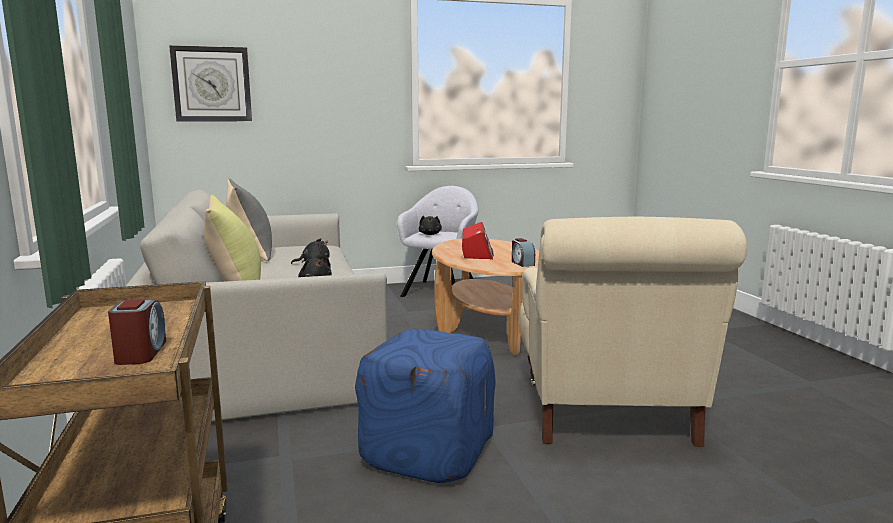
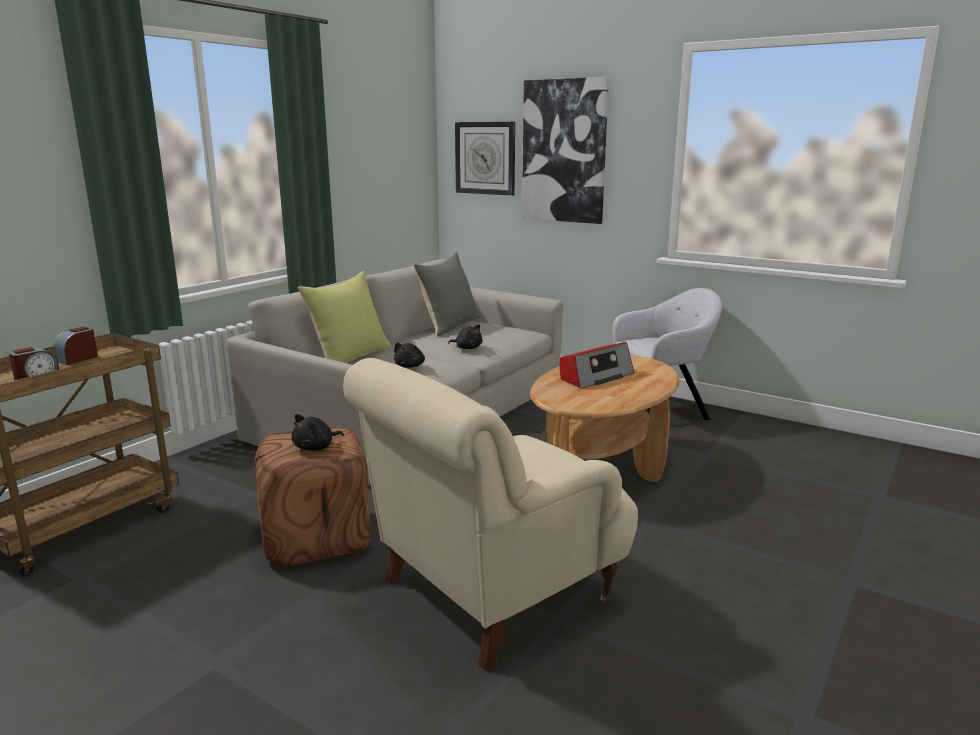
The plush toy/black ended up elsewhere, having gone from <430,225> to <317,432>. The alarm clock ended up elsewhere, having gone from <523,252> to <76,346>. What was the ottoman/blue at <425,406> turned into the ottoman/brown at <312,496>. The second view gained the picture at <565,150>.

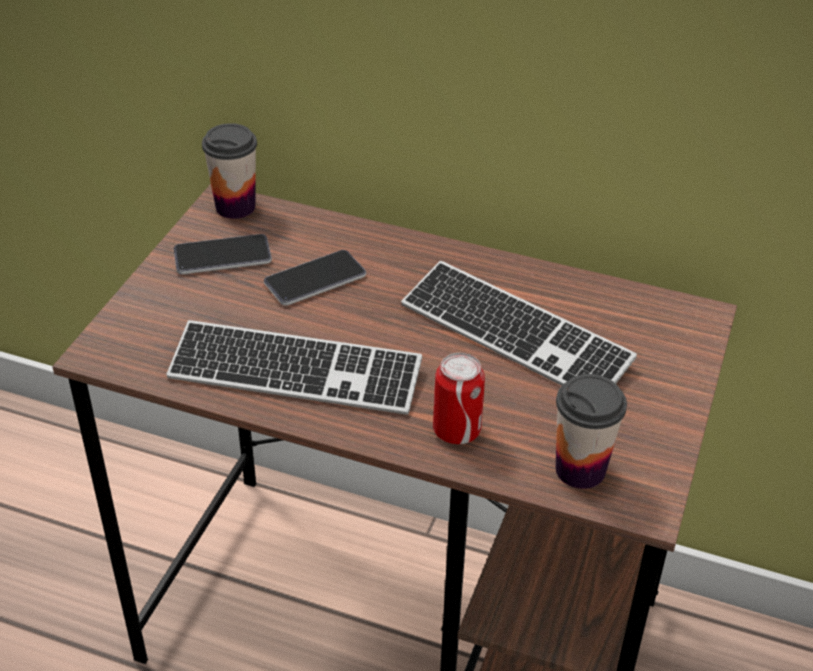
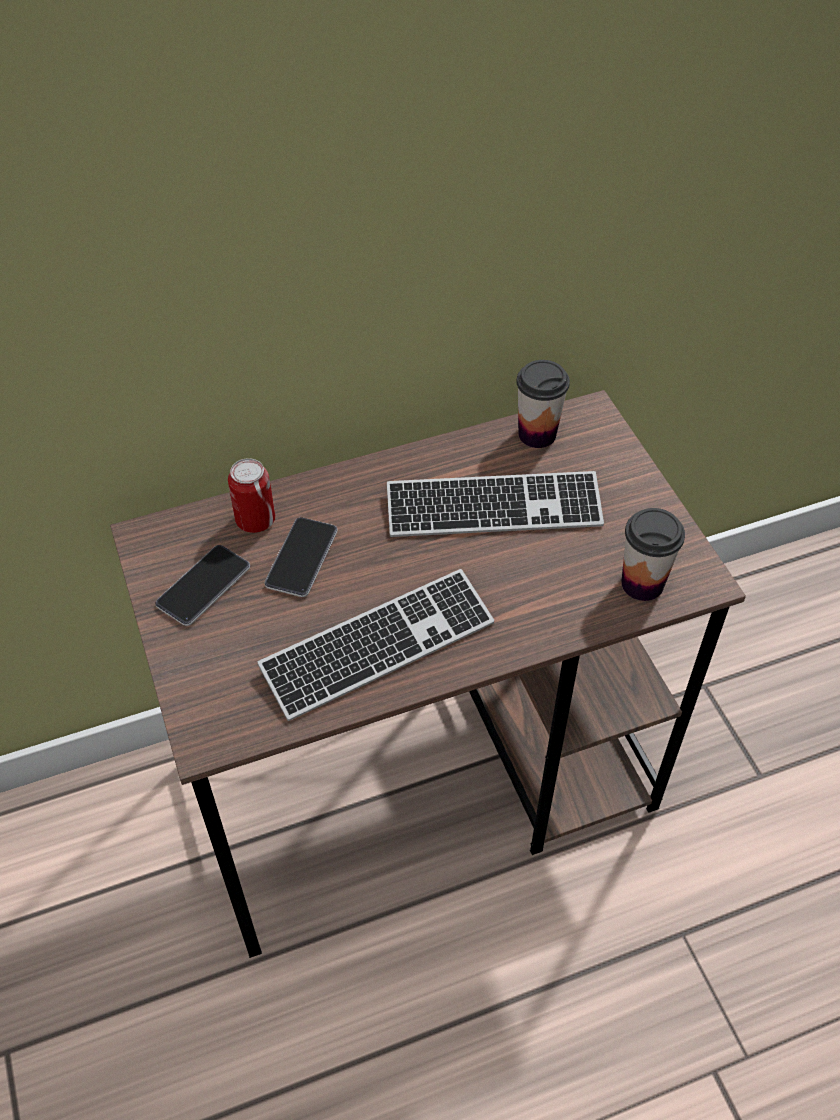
The cup ended up elsewhere, having gone from <229,171> to <543,404>. The can ended up elsewhere, having gone from <459,398> to <251,495>.

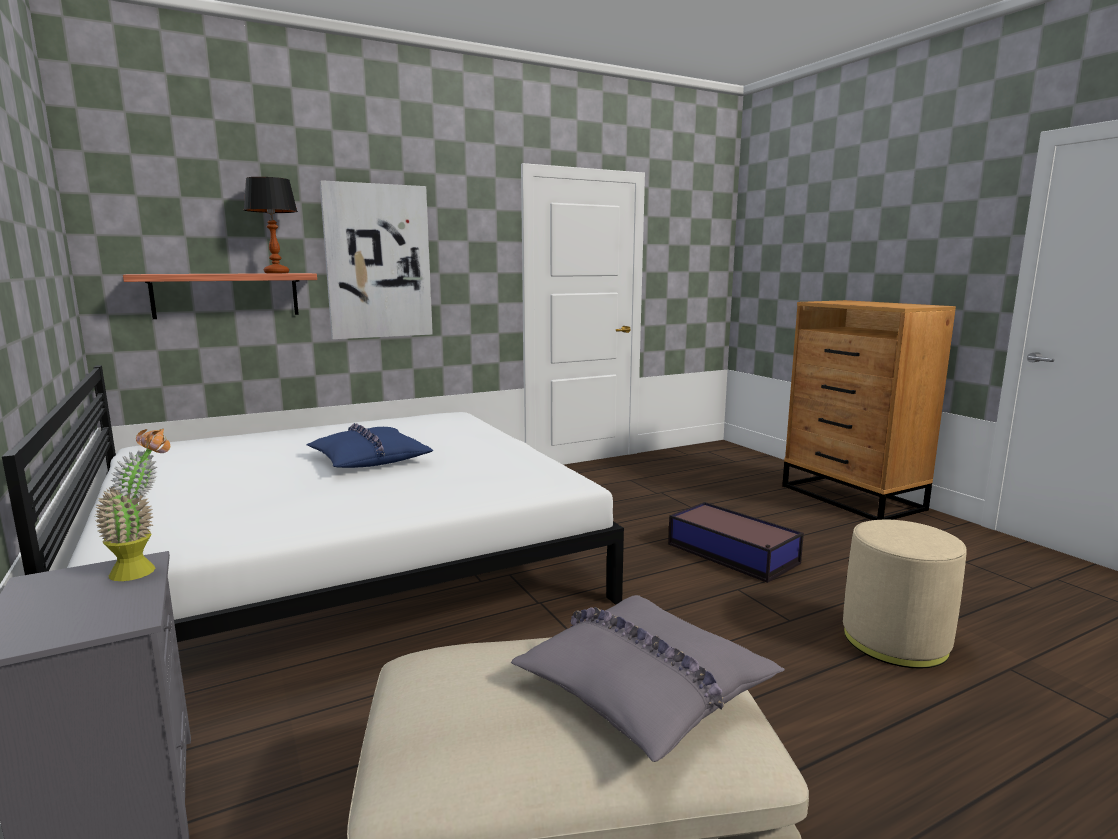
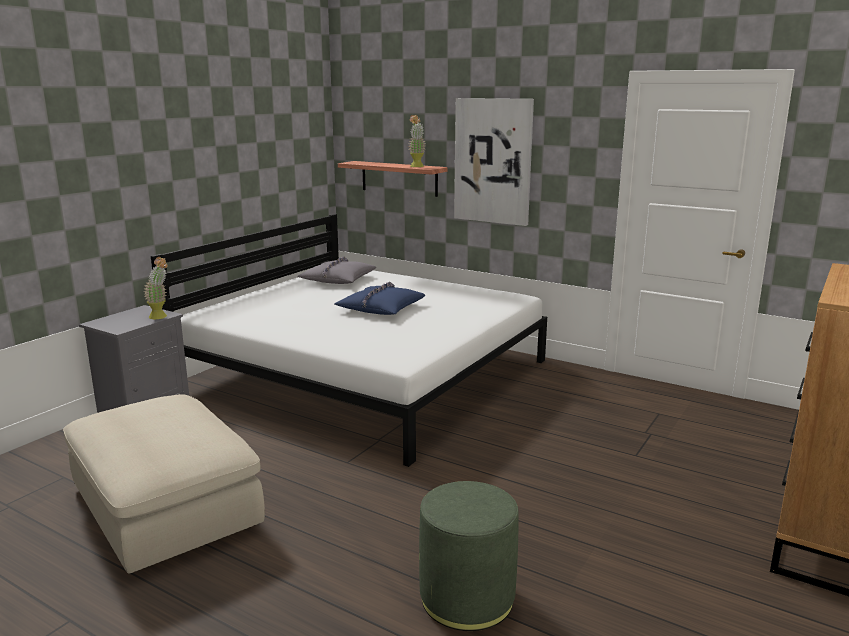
Where the table lamp stood at <271,225>, the potted plant came to stand at <417,141>. The second view lost the storage box at <736,542>. What was the ottoman/beige at <905,594> turned into the ottoman/green at <469,556>. The pillow/grey ended up elsewhere, having gone from <648,678> to <337,270>.

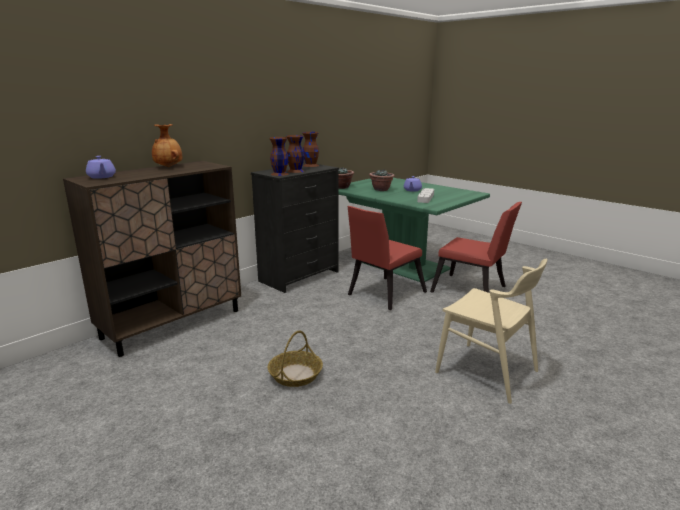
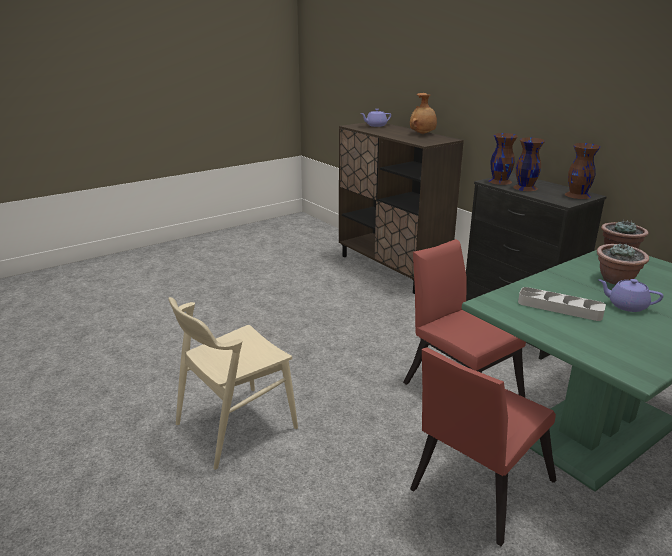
The second view lost the basket at <295,359>.

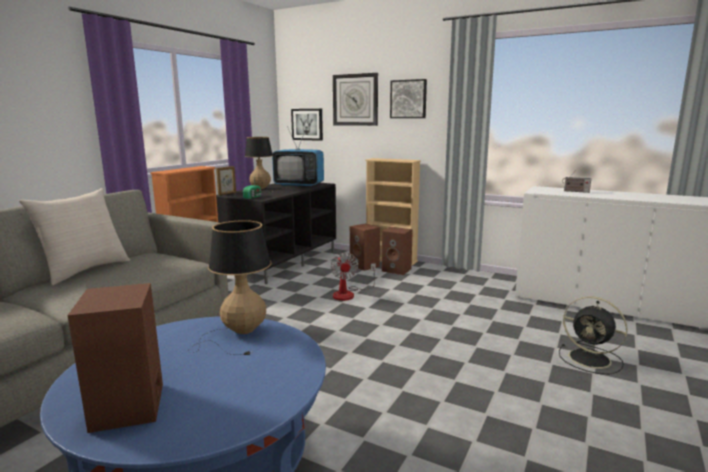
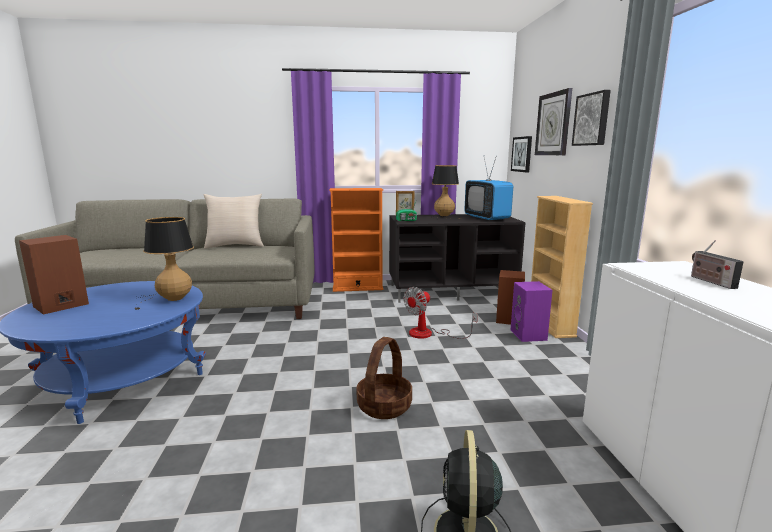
What was the speaker/brown at <397,251> turned into the speaker/purple at <532,311>. The second view gained the basket at <384,378>.

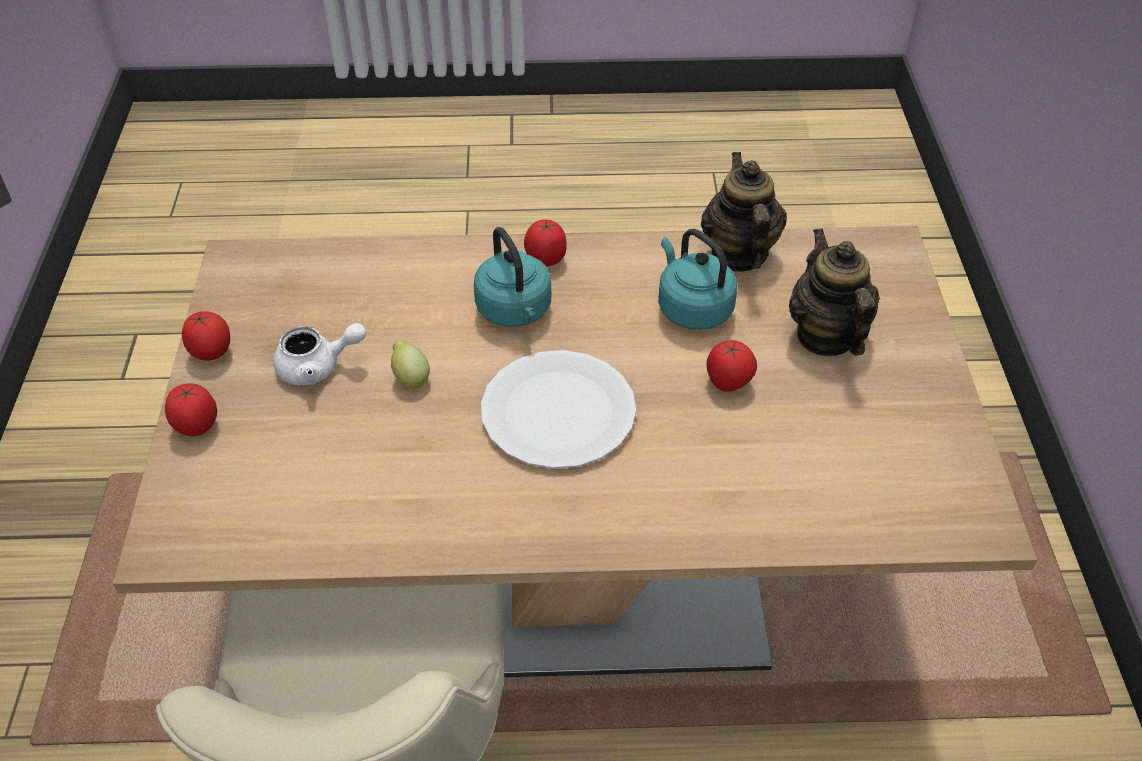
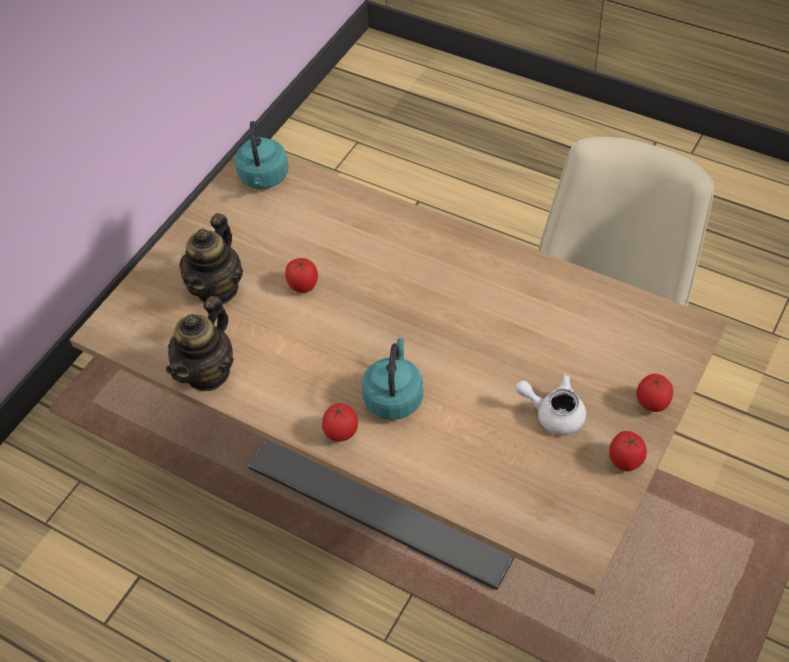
The kettle/turquoise ended up elsewhere, having gone from <697,279> to <261,155>. The second view lost the lemon at <410,363>. The second view lost the plate/white at <558,409>.

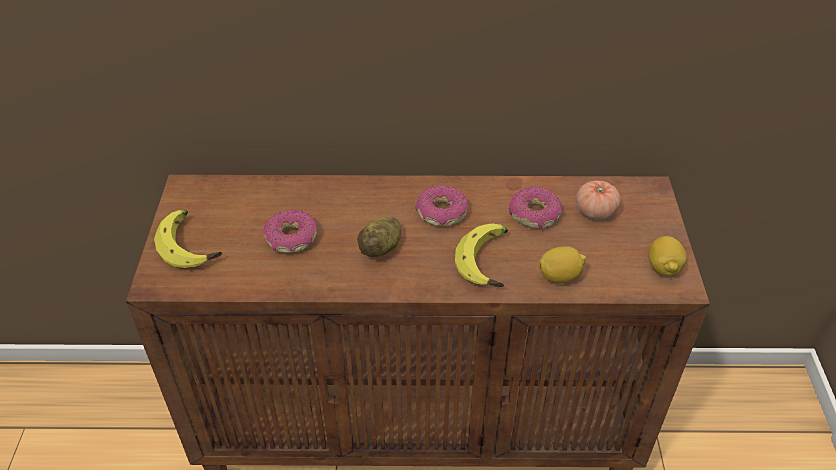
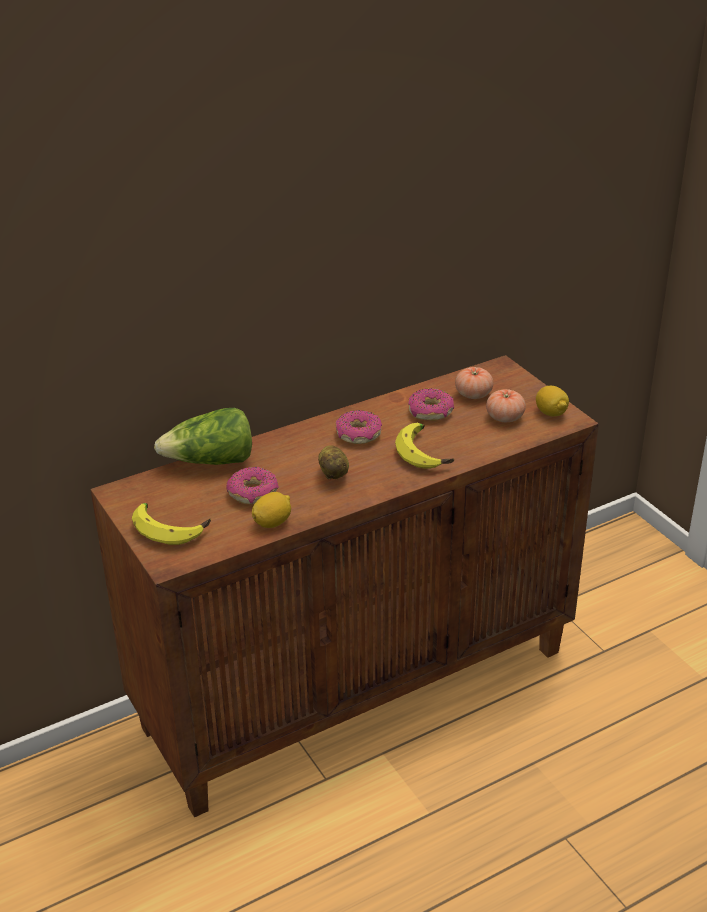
The lemon ended up elsewhere, having gone from <562,264> to <271,510>. The second view gained the tomato at <506,405>. The second view gained the lettuce at <203,436>.

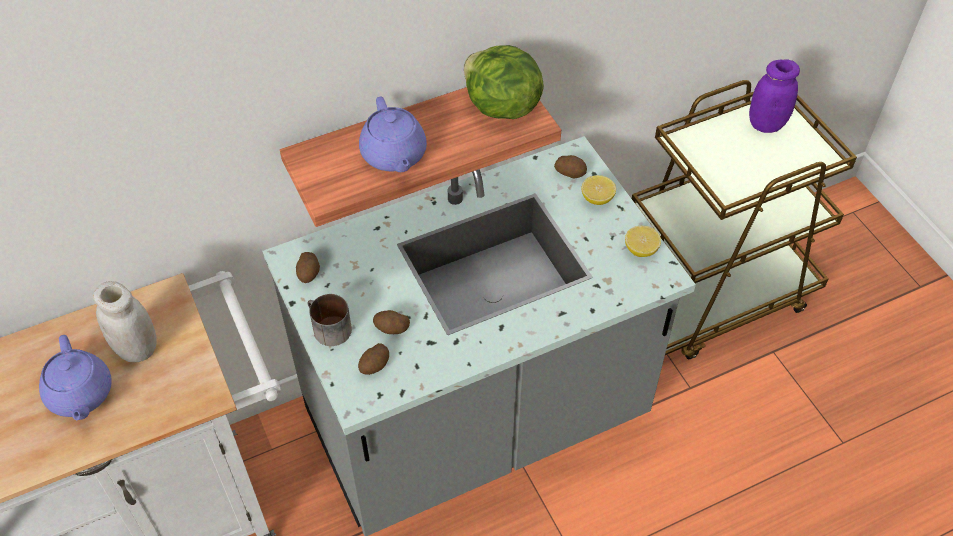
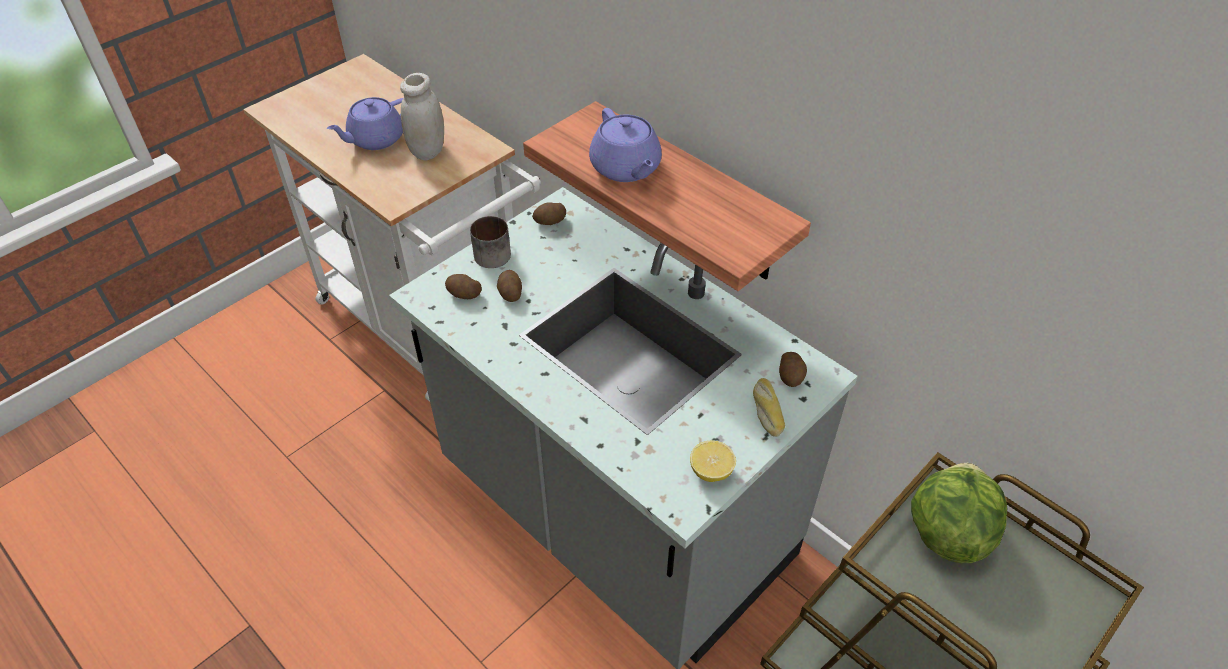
The lettuce ended up elsewhere, having gone from <504,82> to <959,513>. The second view lost the jar/purple at <774,96>. The teapot/purple at <393,134> ended up facing another way, 75 degrees counterclockwise from before. Where the lemon stood at <598,190>, the bread came to stand at <769,407>.

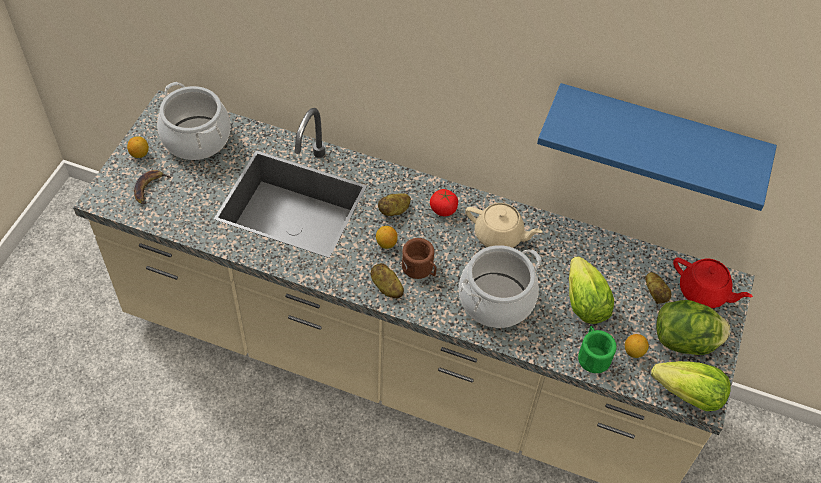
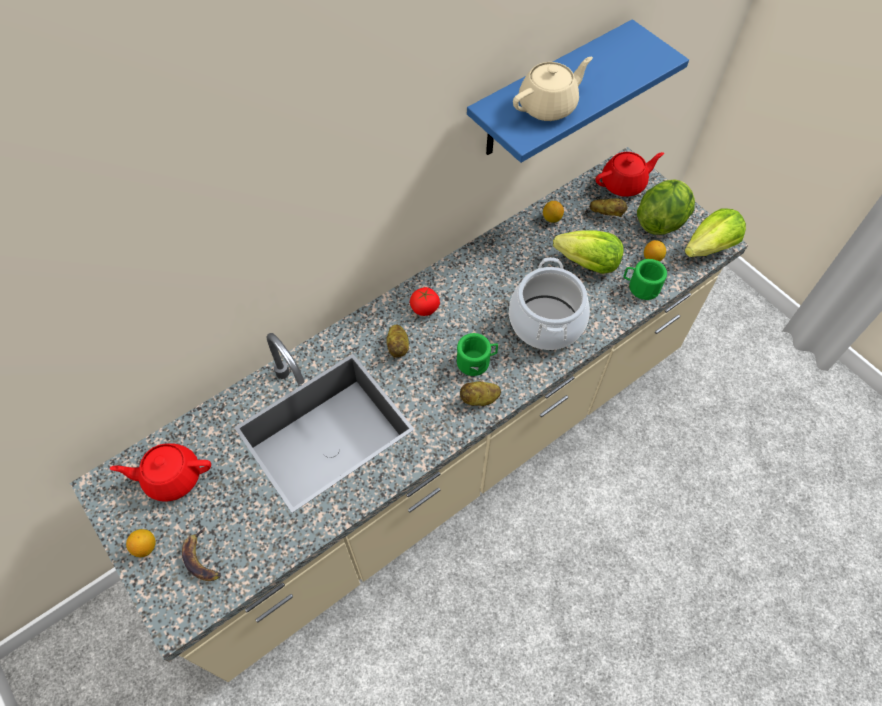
Where the cooking pot stood at <194,121>, the teapot/red came to stand at <160,472>. The teapot/beige ended up elsewhere, having gone from <504,225> to <553,89>. The lemon ended up elsewhere, having gone from <387,237> to <553,212>. What was the mug/brown at <419,258> turned into the mug/green at <477,354>.

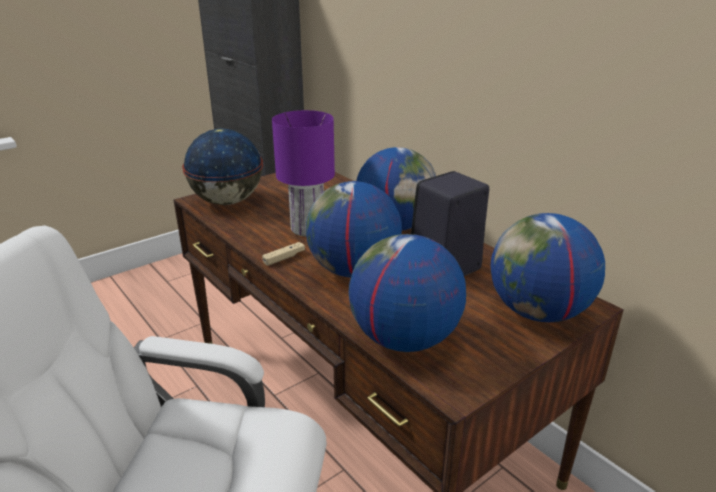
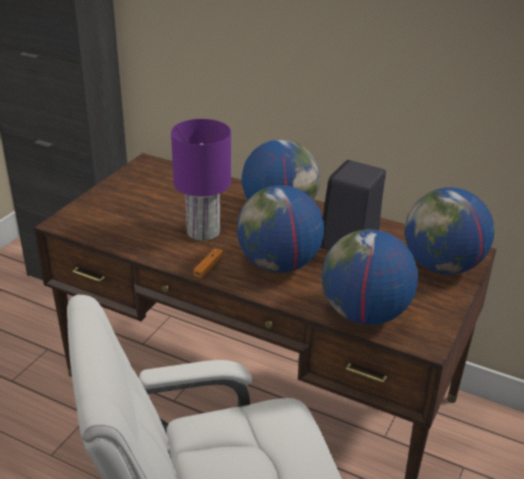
The second view lost the globe at <222,167>. What was the game controller/beige at <283,254> turned into the game controller/orange at <208,263>.

